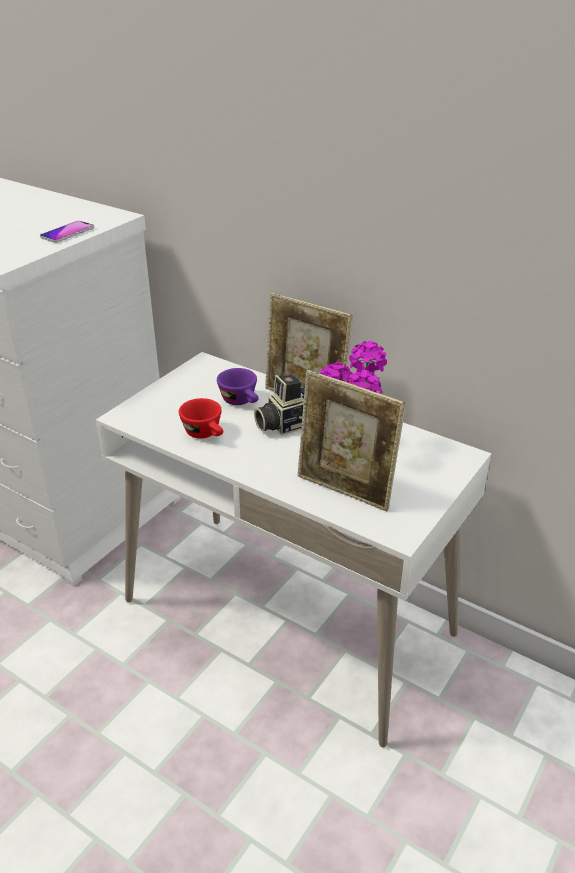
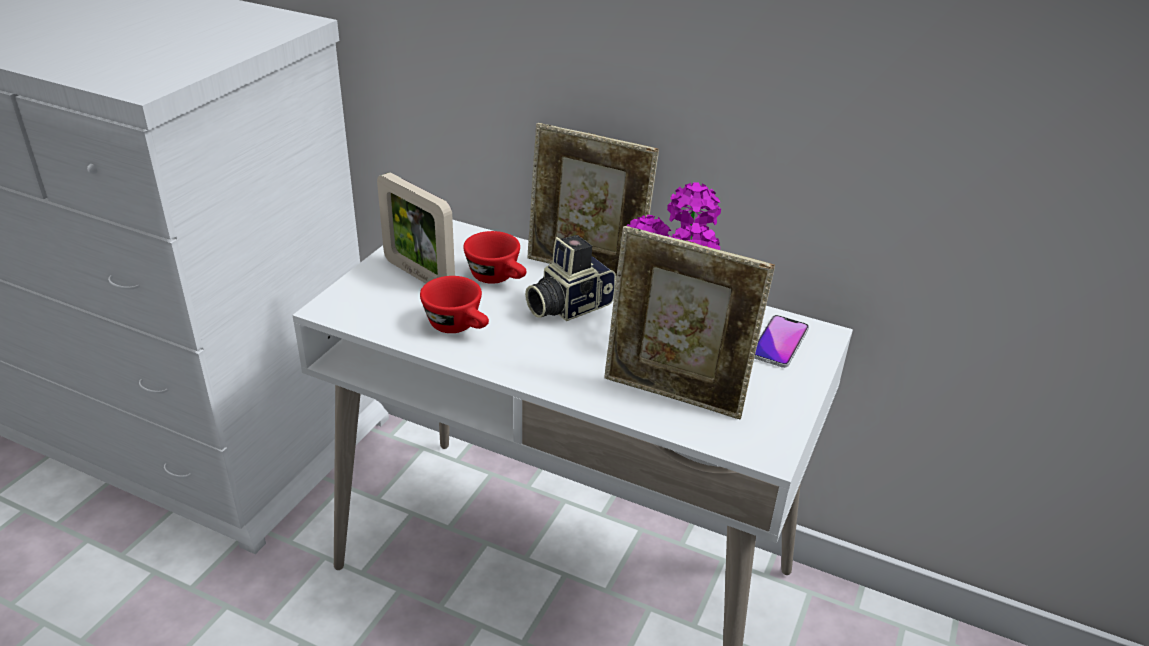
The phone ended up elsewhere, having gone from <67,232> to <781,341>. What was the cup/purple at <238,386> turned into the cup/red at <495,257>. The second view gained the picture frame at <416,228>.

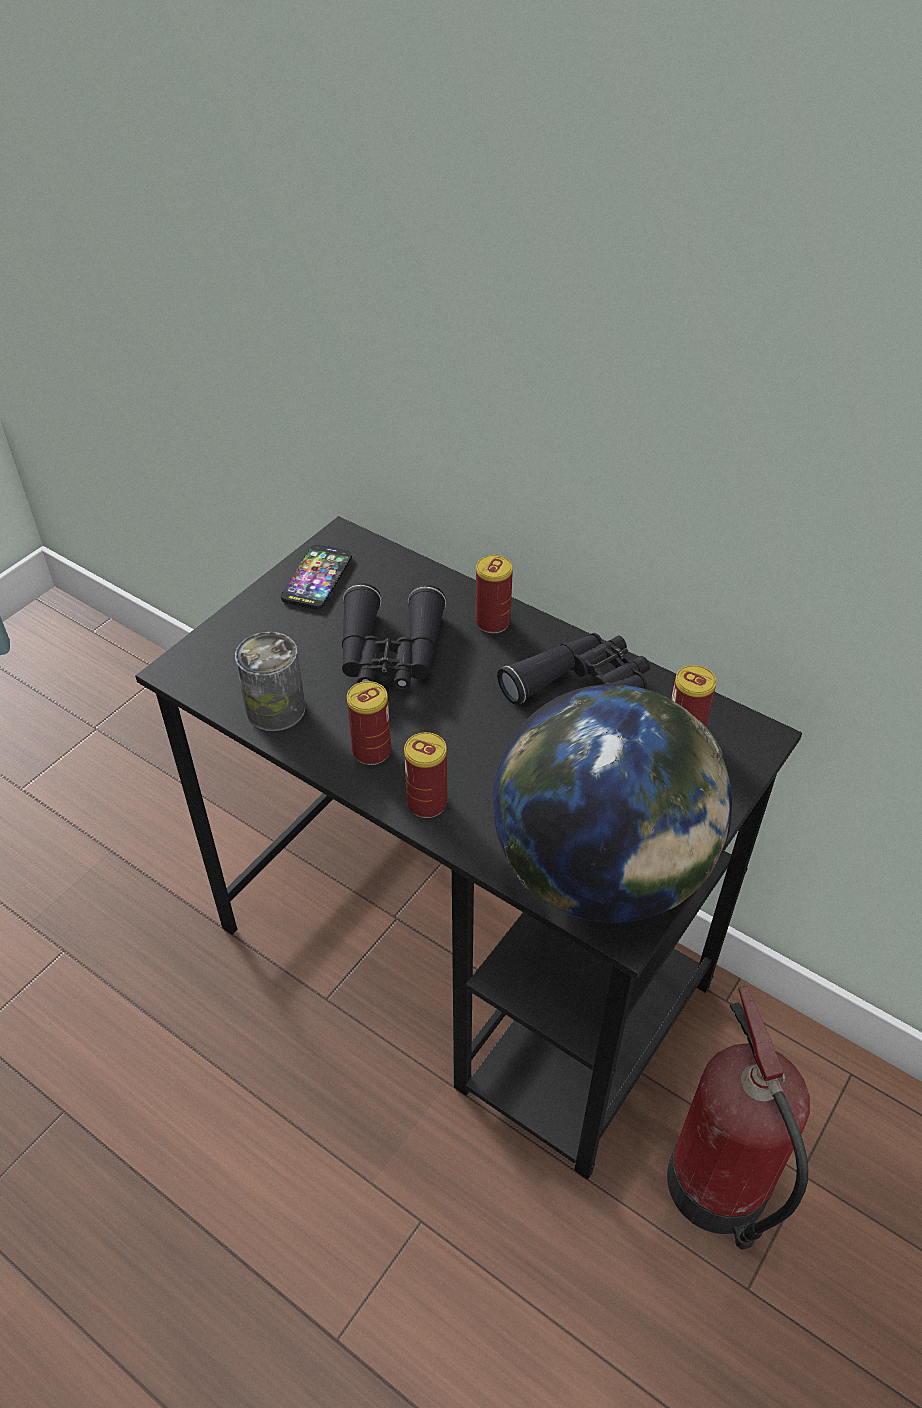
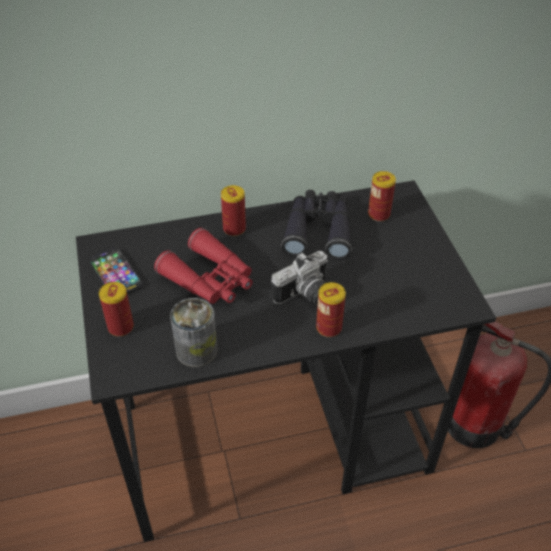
What was the binoculars/black at <394,636> turned into the binoculars/red at <203,266>. The can ended up elsewhere, having gone from <369,723> to <116,309>. The second view lost the globe at <612,803>. The second view gained the photo camera at <299,278>.

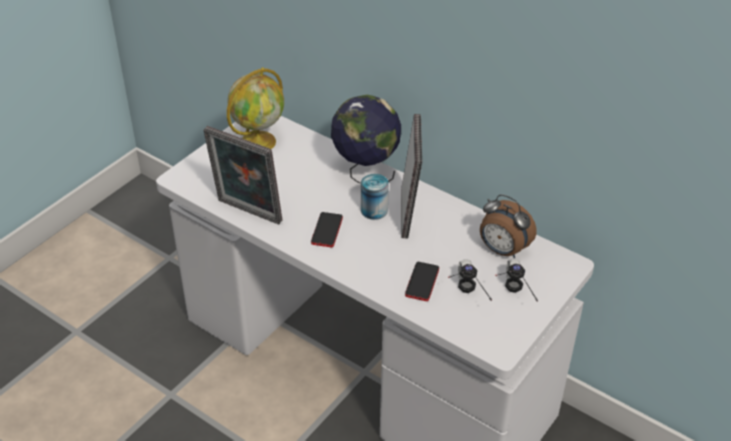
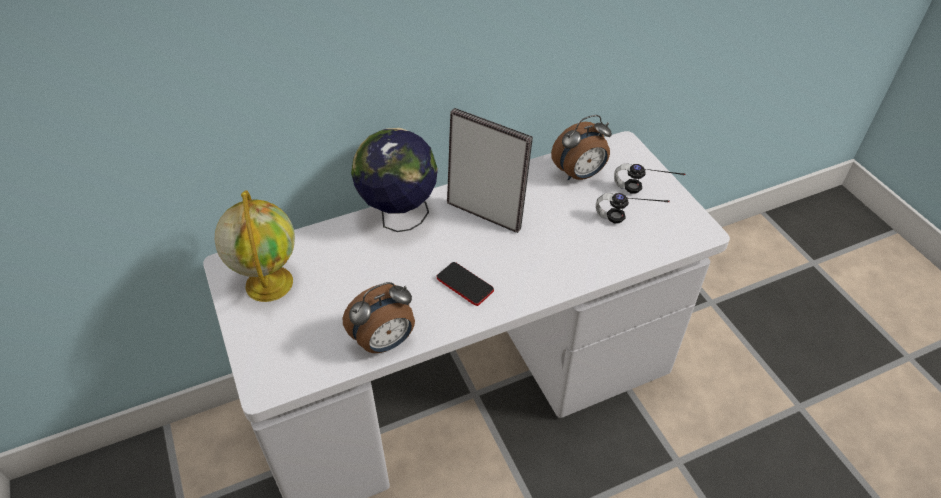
Where the picture frame stood at <243,175>, the alarm clock came to stand at <379,317>. The second view lost the can at <375,197>. The second view lost the phone at <422,281>.

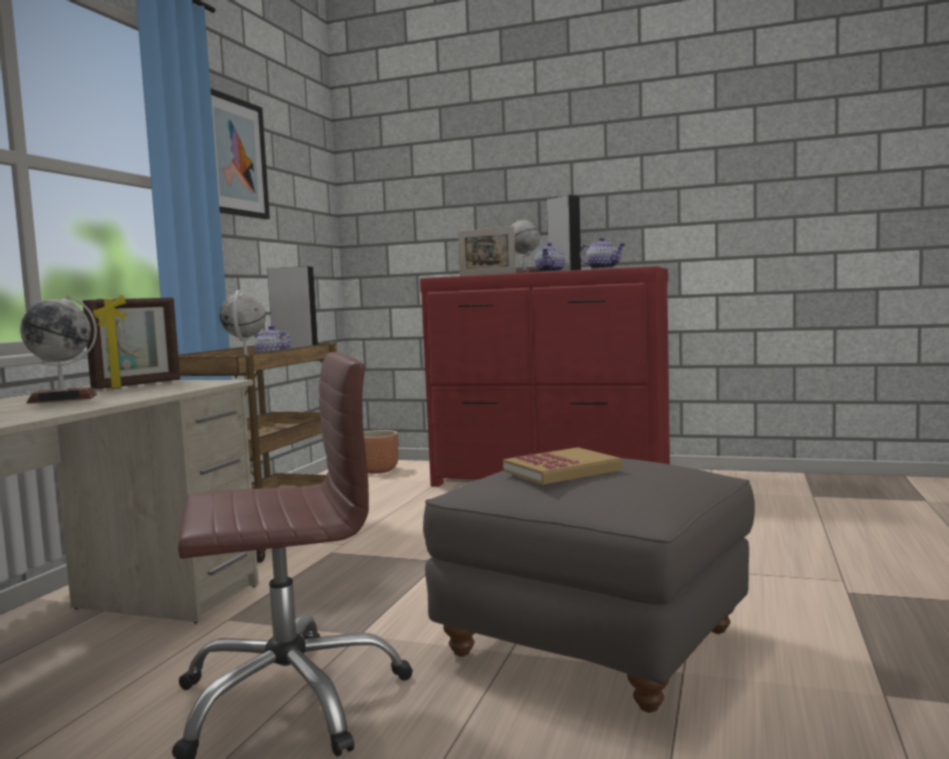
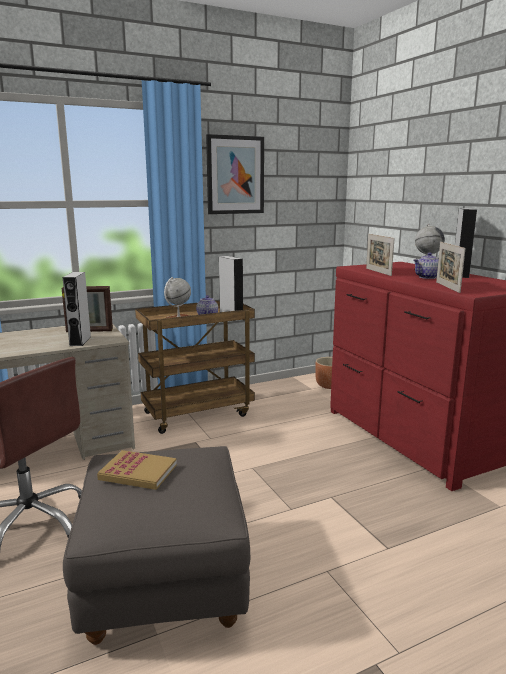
Where the teapot stood at <602,253>, the picture frame came to stand at <450,267>. The second view lost the globe at <58,349>. The second view gained the speaker/grey at <77,309>.

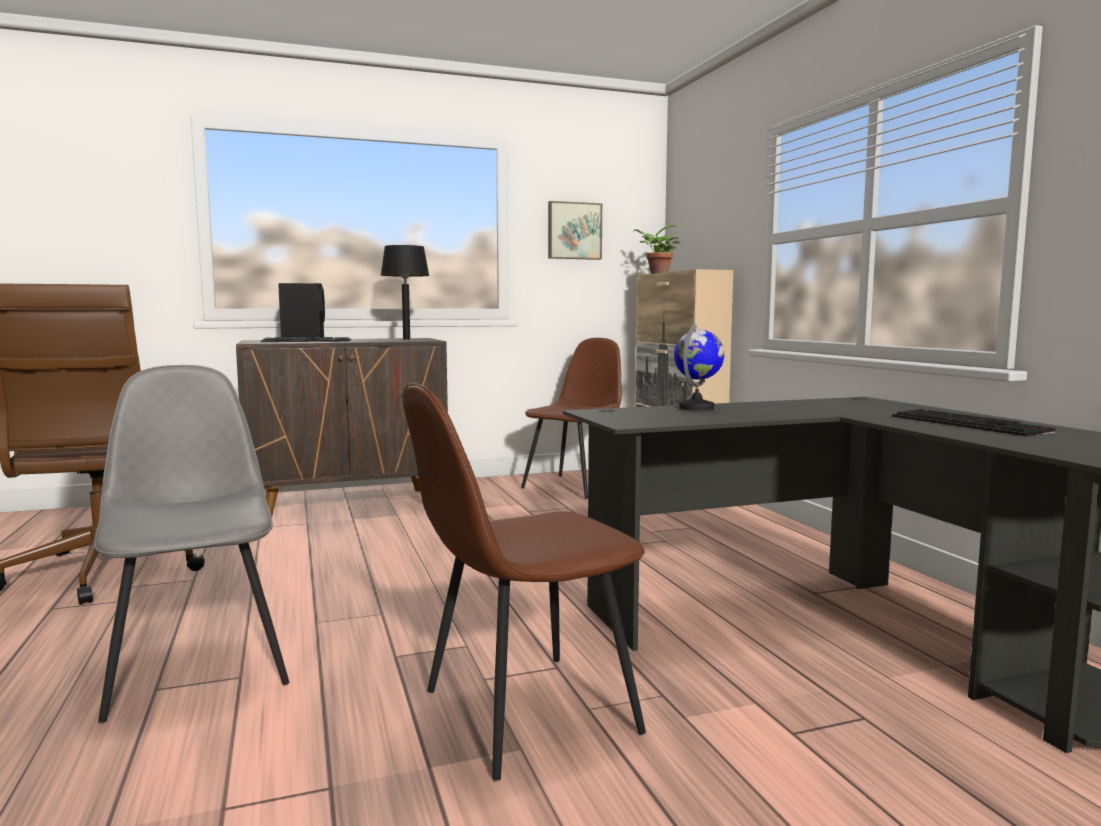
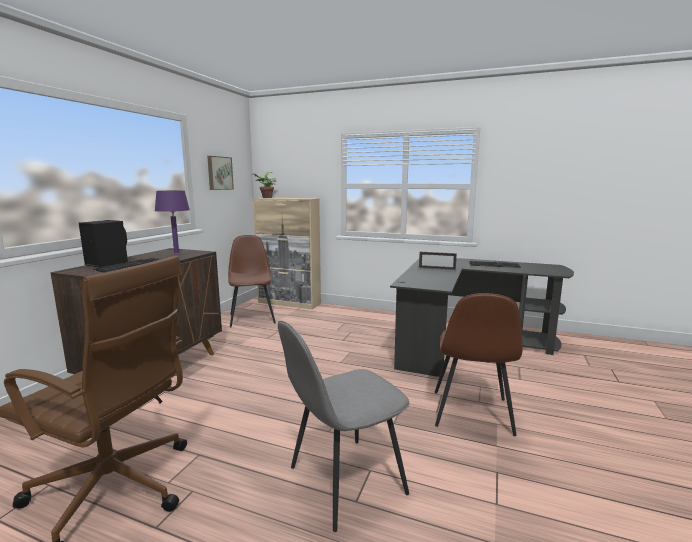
What was the table lamp/black at <405,292> turned into the table lamp/purple at <172,222>. The second view lost the globe at <699,367>. The chair/grey at <191,544> ended up facing another way, 45 degrees counterclockwise from before. The second view gained the picture frame at <438,261>.

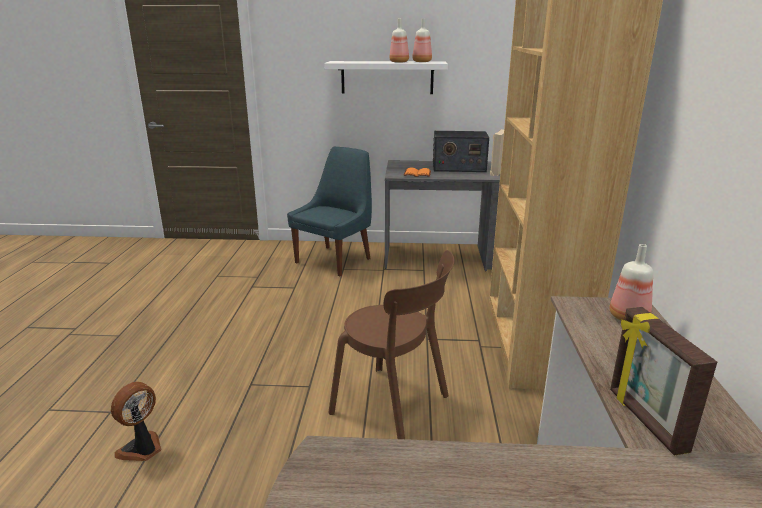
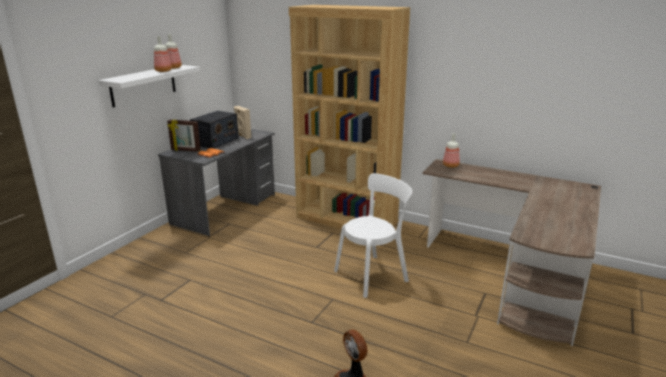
The second view lost the chair/blue at <329,211>. What was the chair/brown at <391,344> turned into the chair/white at <373,235>. The picture frame ended up elsewhere, having gone from <663,381> to <184,136>.

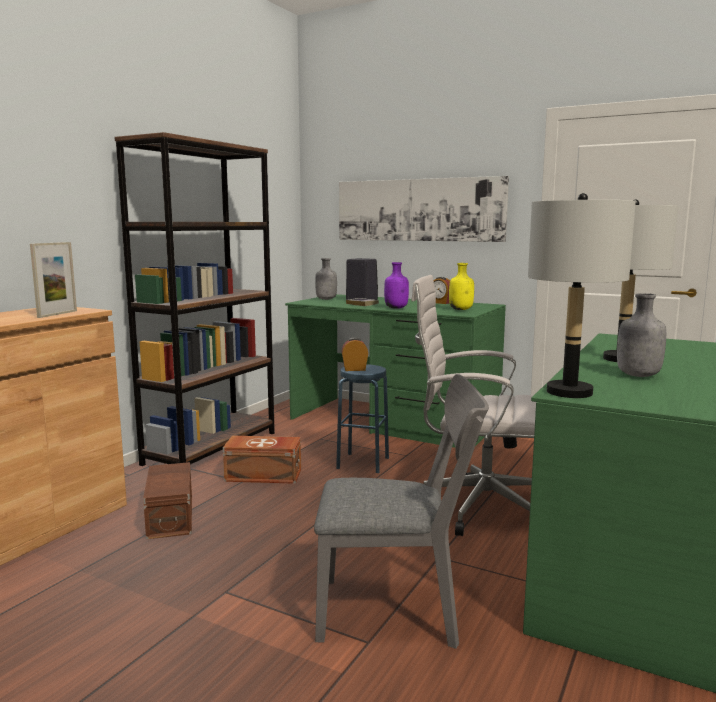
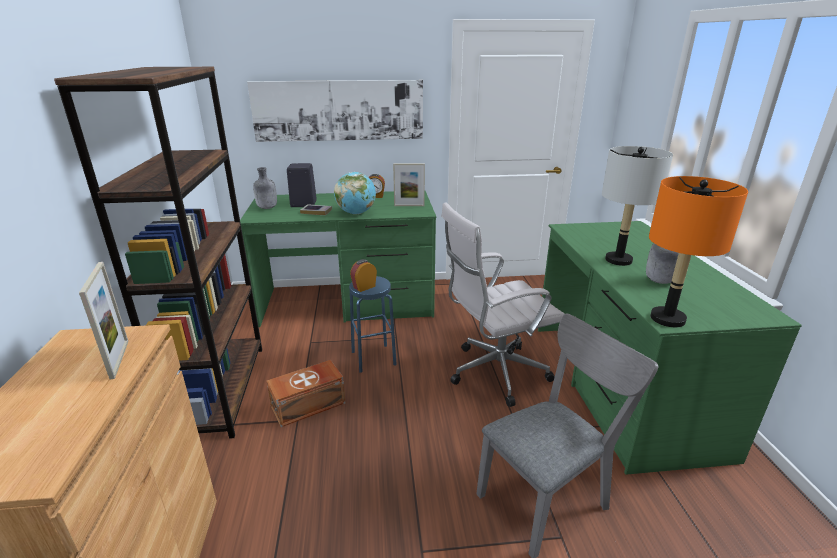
What was the table lamp/grey at <582,295> turned into the table lamp/orange at <698,251>. Where the bottle/purple stood at <396,285>, the globe came to stand at <355,193>. Where the bottle/yellow stood at <461,286>, the picture frame came to stand at <409,185>. The second view lost the storage box/brown at <167,500>.

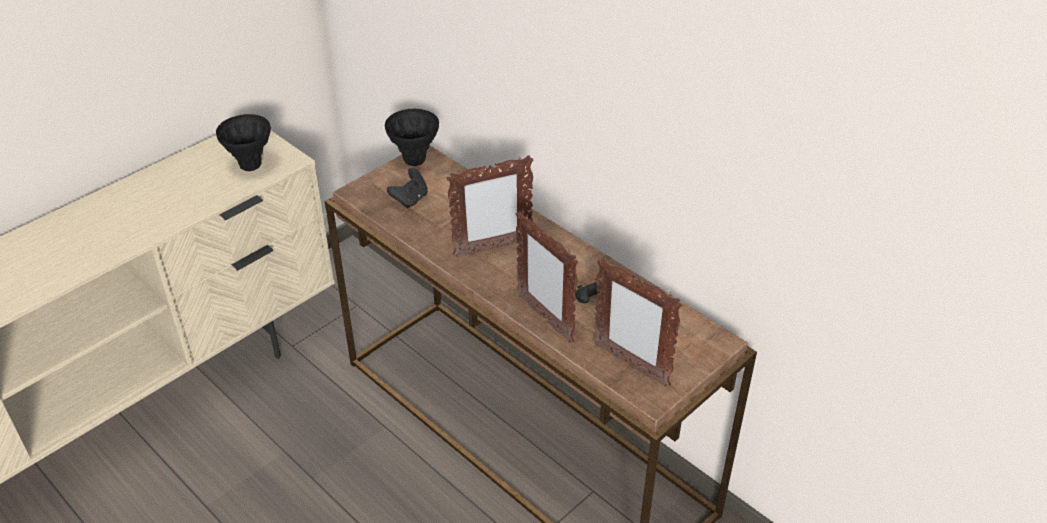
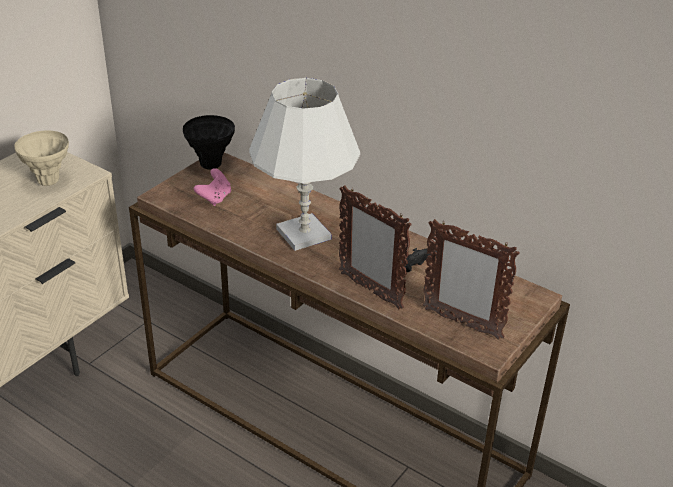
What was the vase/black at <243,142> turned into the vase/beige at <41,158>. Where the picture frame stood at <489,206>, the table lamp/white came to stand at <304,164>. What was the game controller/black at <407,188> turned into the game controller/pink at <212,187>.

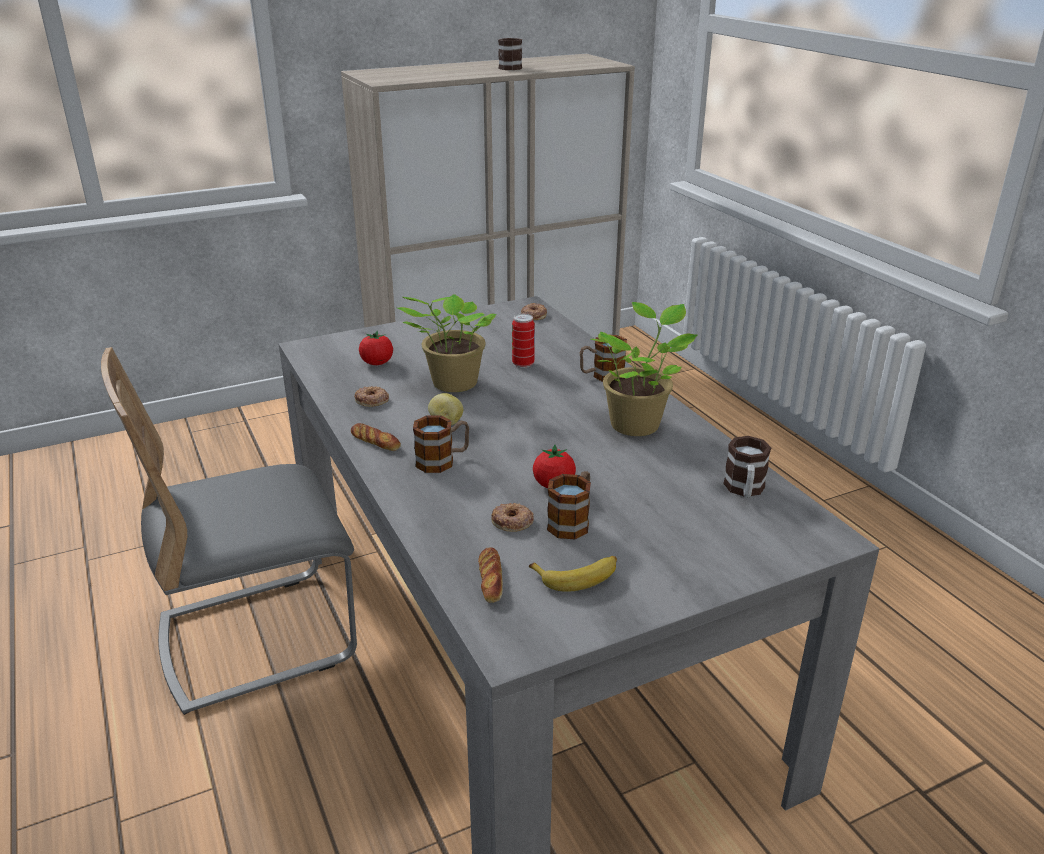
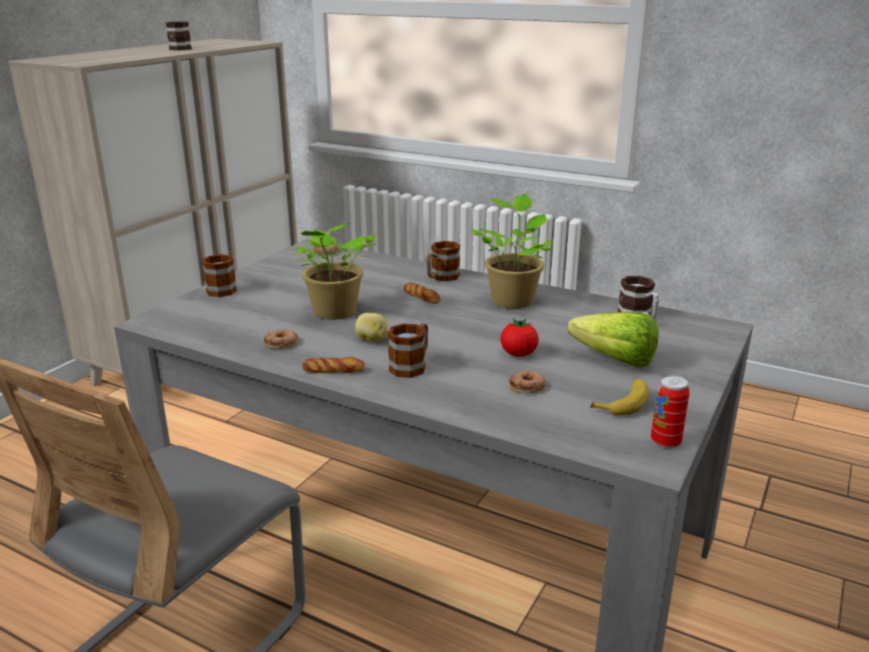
The can ended up elsewhere, having gone from <523,341> to <670,412>. The second view lost the tomato at <376,348>. The mug ended up elsewhere, having gone from <569,505> to <219,275>. The bread ended up elsewhere, having gone from <490,575> to <422,293>. The second view gained the lettuce at <613,340>.

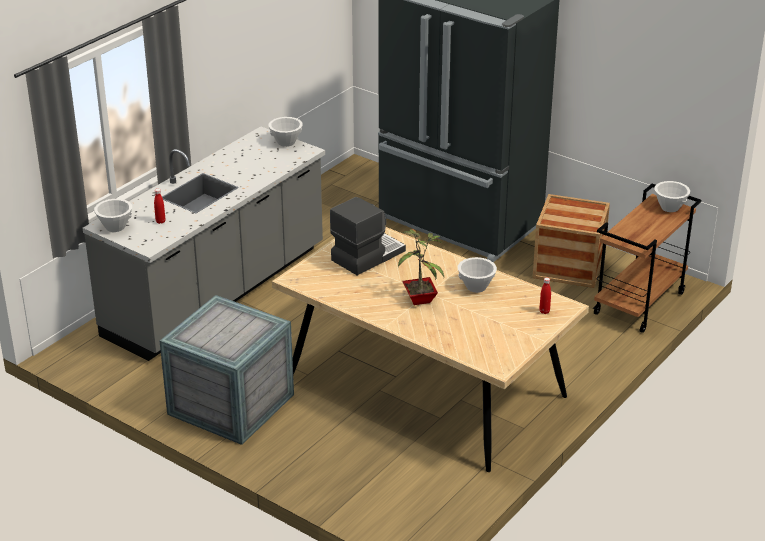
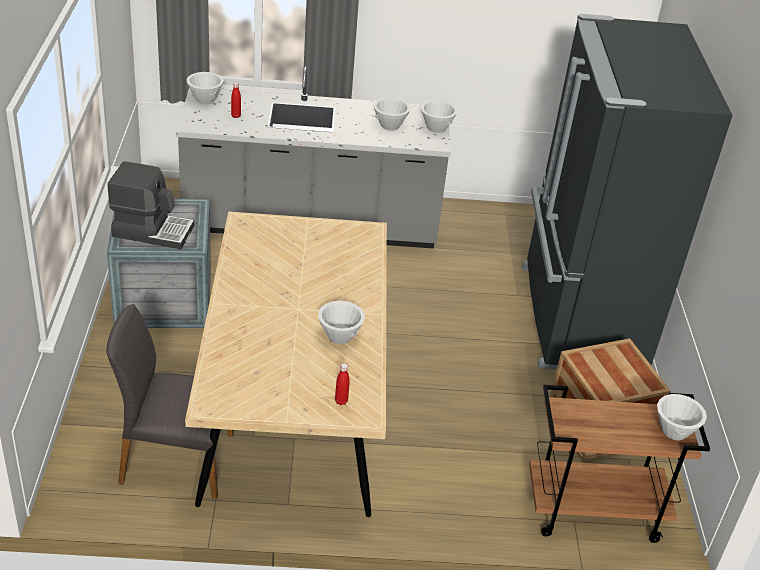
The coffee machine ended up elsewhere, having gone from <368,236> to <150,205>. The second view lost the potted plant at <421,267>. The second view gained the bowl/white at <392,114>. The second view gained the chair/grey at <170,401>.

